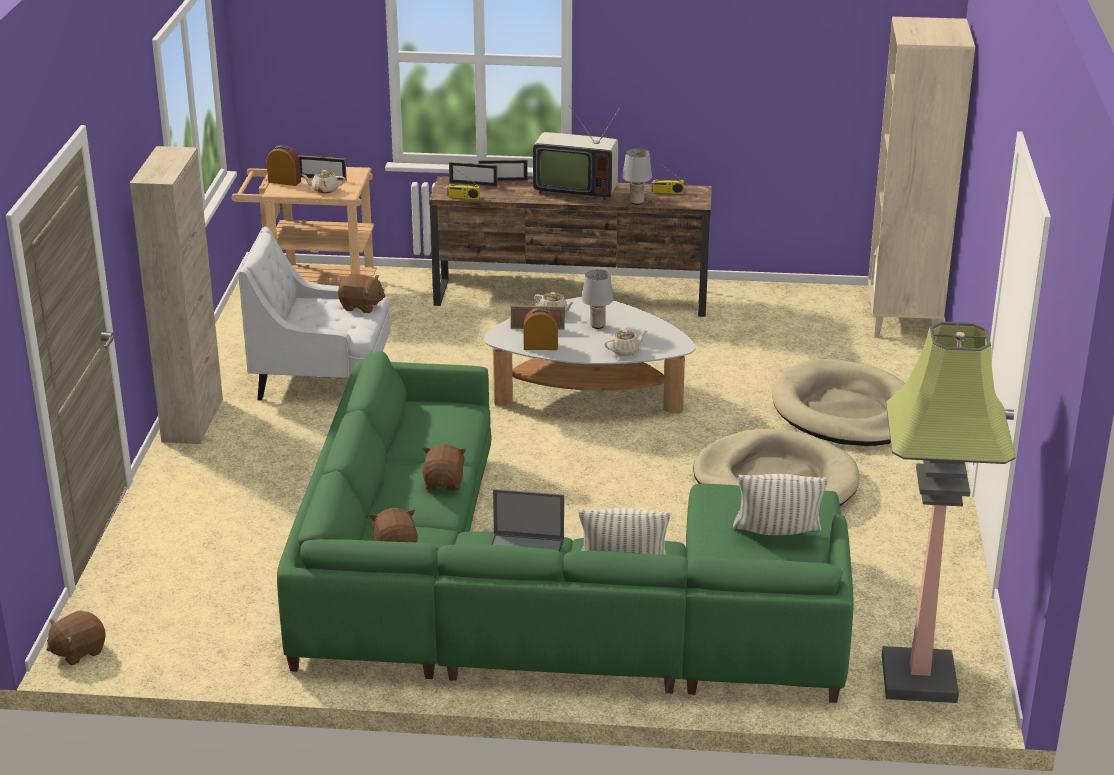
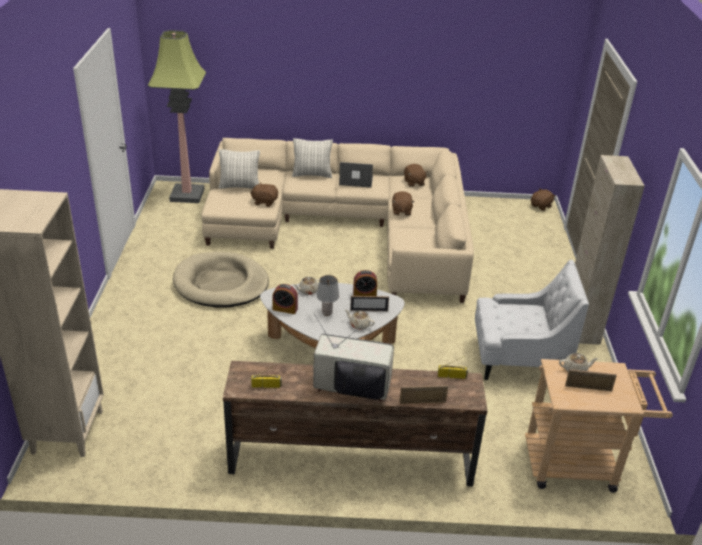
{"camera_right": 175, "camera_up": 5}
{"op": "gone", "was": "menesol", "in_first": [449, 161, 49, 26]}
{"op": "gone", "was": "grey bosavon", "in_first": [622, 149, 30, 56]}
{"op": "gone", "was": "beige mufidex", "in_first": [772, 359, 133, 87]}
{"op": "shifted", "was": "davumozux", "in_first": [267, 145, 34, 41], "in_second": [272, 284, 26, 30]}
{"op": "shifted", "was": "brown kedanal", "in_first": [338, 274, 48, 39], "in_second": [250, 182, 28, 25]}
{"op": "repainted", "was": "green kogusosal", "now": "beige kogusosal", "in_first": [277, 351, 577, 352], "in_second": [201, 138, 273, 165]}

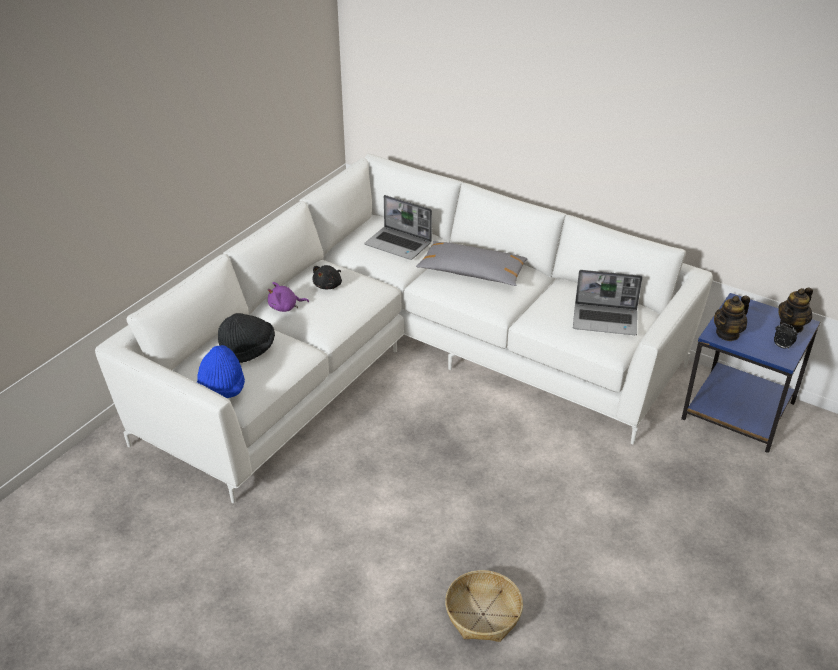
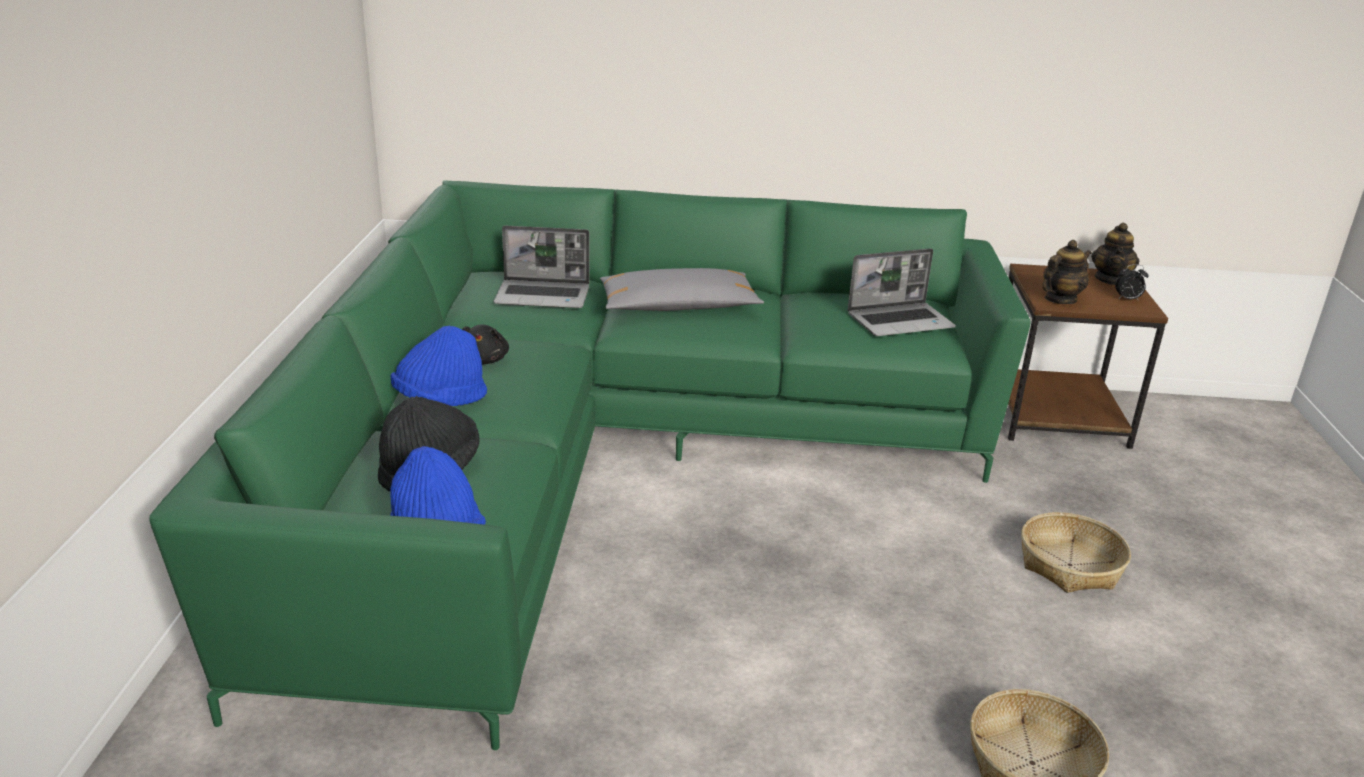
{"camera_right": -30, "camera_up": -10}
{"op": "new", "now": "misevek", "in_second": [1021, 512, 110, 81]}
{"op": "swapped", "was": "purple kedanal", "now": "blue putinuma", "in_first": [268, 282, 41, 30], "in_second": [391, 326, 96, 80]}
{"op": "repainted", "was": "white kogusosal", "now": "green kogusosal", "in_first": [95, 154, 618, 349], "in_second": [149, 180, 882, 570]}
{"op": "repainted", "was": "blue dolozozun", "now": "brown dolozozun", "in_first": [681, 293, 139, 160], "in_second": [1008, 264, 160, 185]}
{"op": "rotated", "was": "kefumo", "in_first": [714, 295, 36, 46], "in_second": [1043, 240, 49, 64], "clockwise": -150}

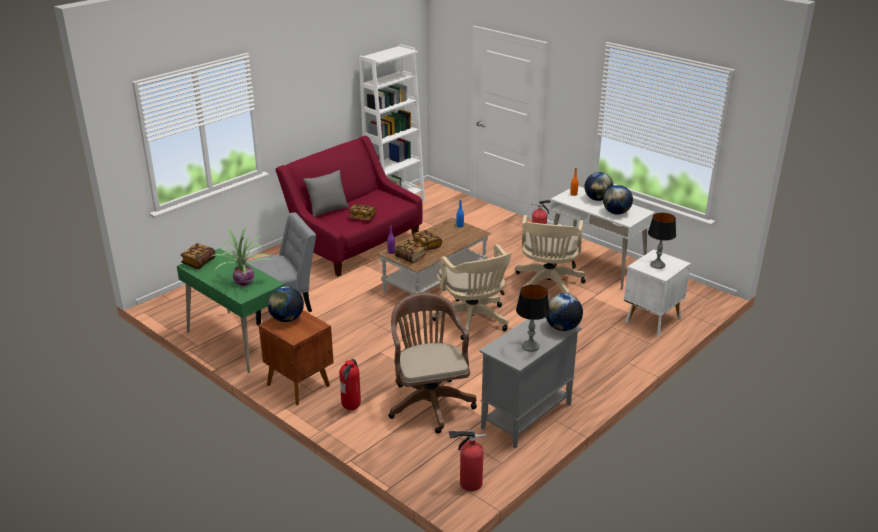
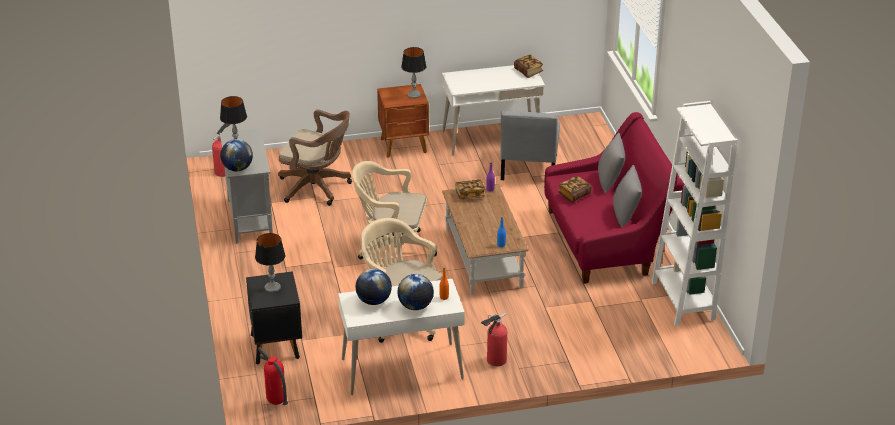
{"camera_right": 125, "camera_up": 5}
{"op": "gone", "was": "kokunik", "in_first": [212, 226, 61, 60]}
{"op": "gone", "was": "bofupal", "in_first": [412, 230, 30, 20]}
{"op": "new", "now": "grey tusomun", "in_second": [613, 165, 29, 62]}
{"op": "shifted", "was": "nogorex", "in_first": [339, 359, 22, 51], "in_second": [257, 347, 31, 58]}
{"op": "swapped", "was": "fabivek", "now": "bosavon", "in_first": [267, 286, 37, 36], "in_second": [401, 47, 25, 51]}
{"op": "repainted", "was": "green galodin", "now": "white galodin", "in_first": [177, 248, 108, 125], "in_second": [442, 65, 103, 90]}
{"op": "repainted", "was": "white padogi", "now": "black padogi", "in_first": [624, 249, 67, 87], "in_second": [246, 271, 56, 93]}

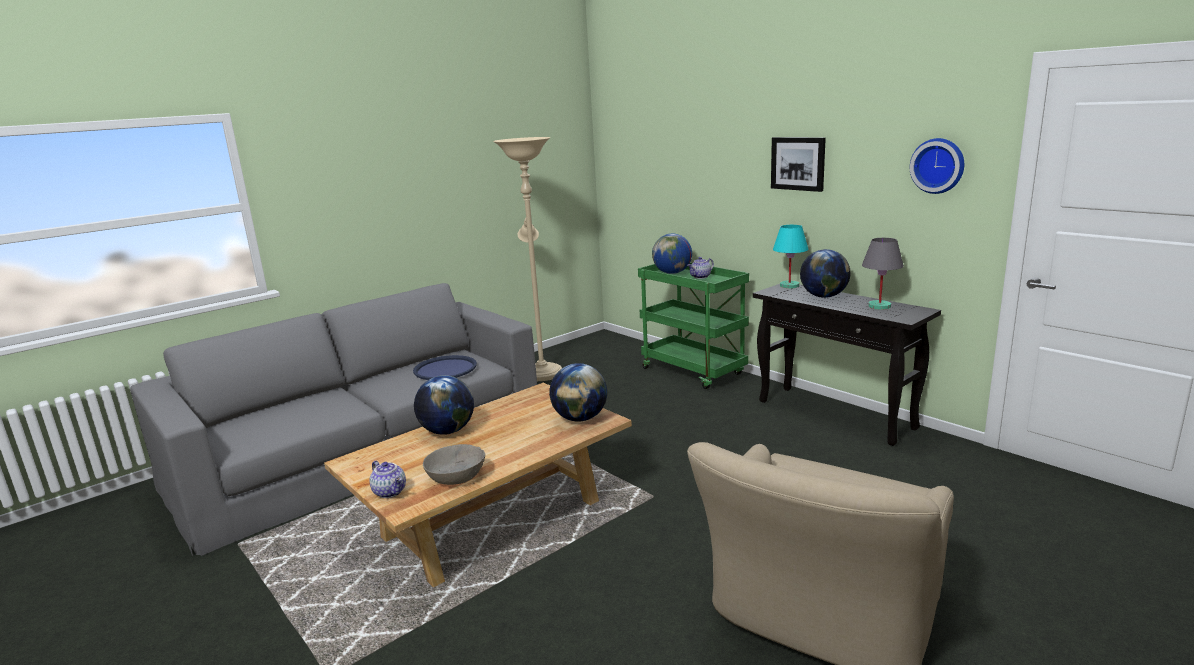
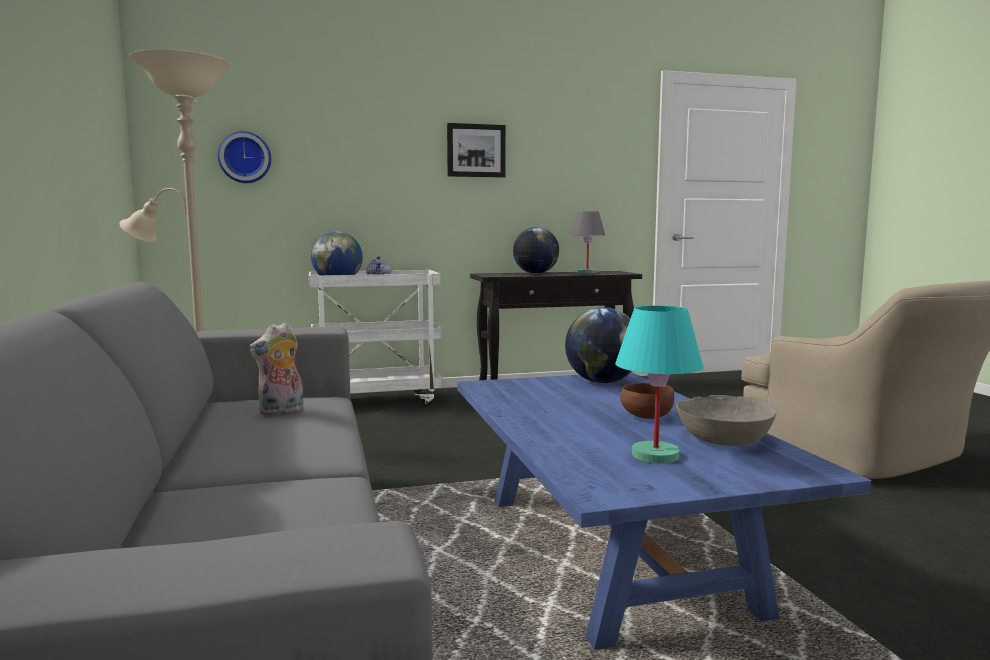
{"camera_right": -65, "camera_up": -10}
{"op": "gone", "was": "kefumo", "in_first": [370, 461, 36, 37]}
{"op": "gone", "was": "fabivek", "in_first": [414, 375, 60, 60]}
{"op": "new", "now": "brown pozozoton", "in_second": [620, 383, 54, 36]}
{"op": "shifted", "was": "turquoise bosavon", "in_first": [773, 225, 36, 63], "in_second": [615, 306, 88, 158]}
{"op": "shifted", "was": "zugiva", "in_first": [910, 138, 54, 56], "in_second": [218, 131, 53, 52]}
{"op": "swapped", "was": "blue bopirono", "now": "kedanal", "in_first": [413, 355, 64, 25], "in_second": [249, 323, 55, 93]}
{"op": "repainted", "was": "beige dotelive", "now": "blue dotelive", "in_first": [324, 383, 308, 204], "in_second": [457, 372, 414, 278]}
{"op": "repainted", "was": "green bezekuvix", "now": "white bezekuvix", "in_first": [638, 263, 111, 126], "in_second": [309, 270, 133, 136]}

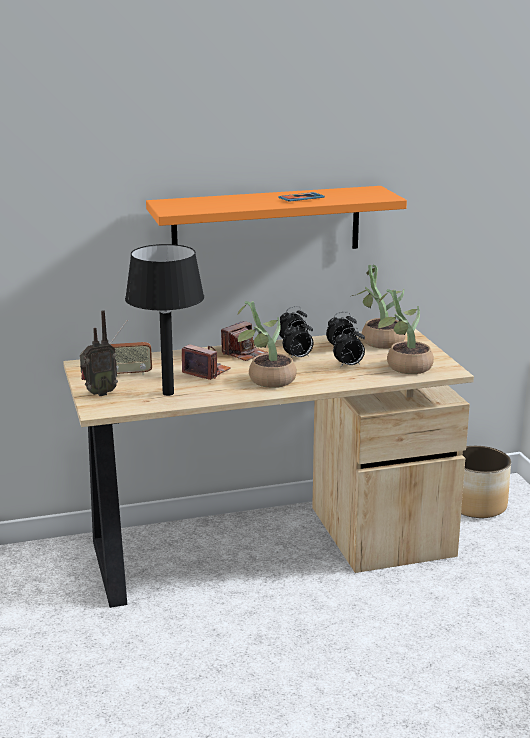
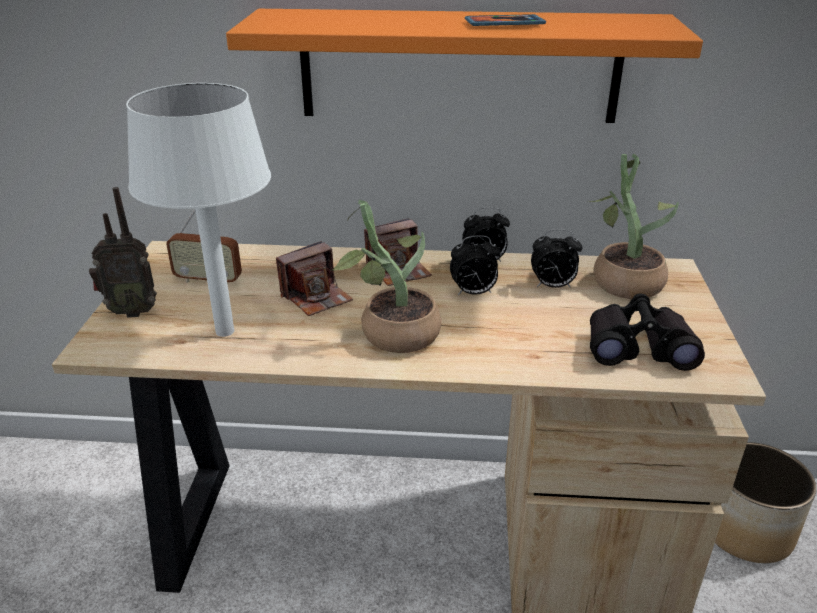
{"camera_right": 20, "camera_up": 10}
{"op": "gone", "was": "davumozux", "in_first": [333, 327, 32, 41]}
{"op": "swapped", "was": "kokunik", "now": "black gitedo", "in_first": [378, 289, 56, 85], "in_second": [590, 293, 115, 78]}
{"op": "repainted", "was": "black bosavon", "now": "white bosavon", "in_first": [125, 244, 79, 152], "in_second": [126, 83, 145, 254]}
{"op": "rotated", "was": "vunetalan", "in_first": [182, 344, 49, 36], "in_second": [276, 241, 77, 75], "clockwise": 90}

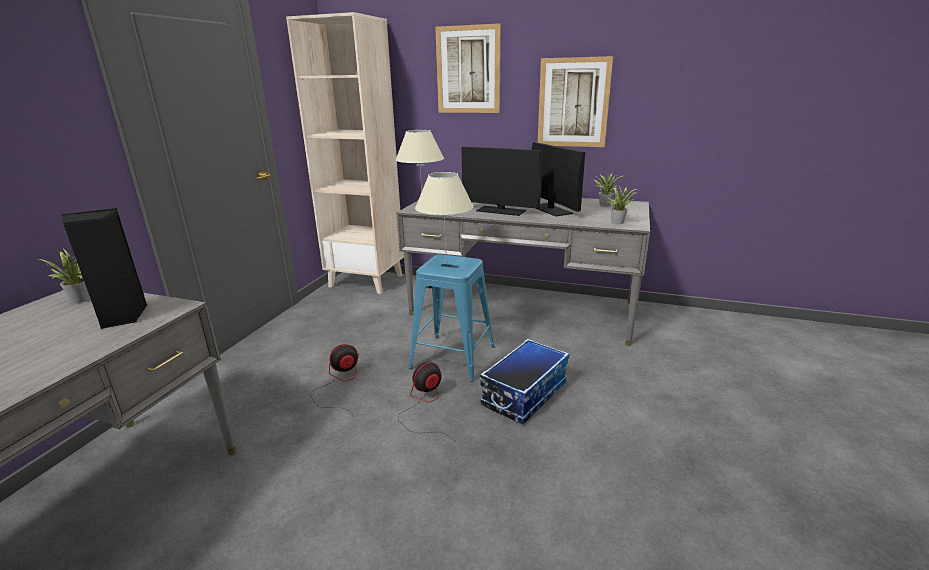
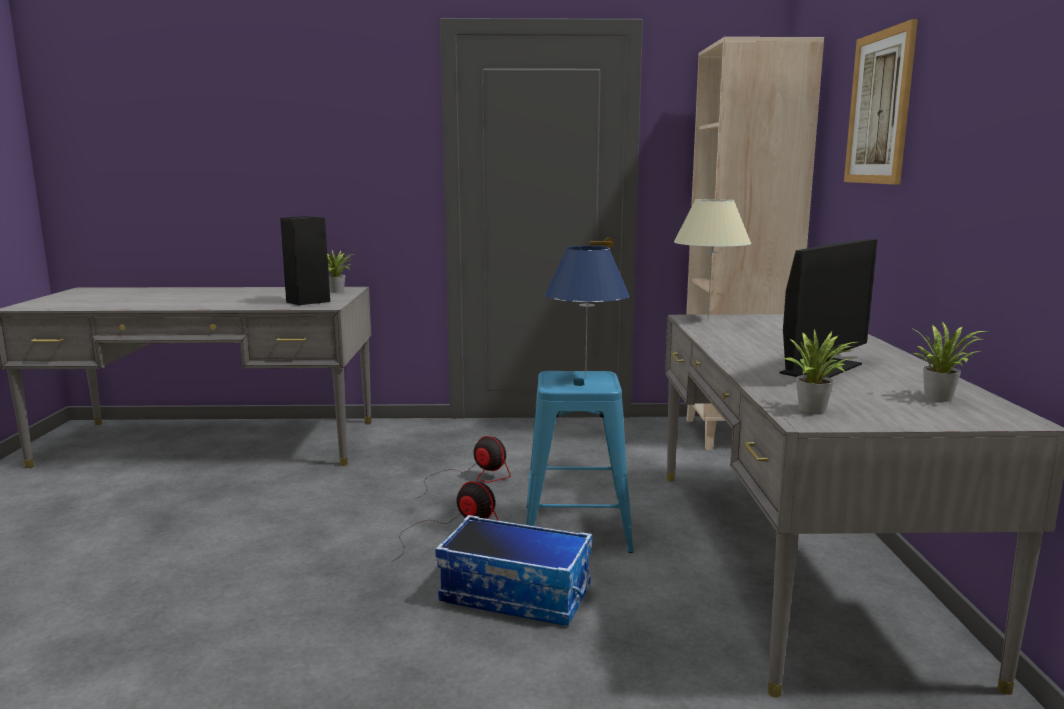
{"camera_right": 70, "camera_up": -10}
{"op": "gone", "was": "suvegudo", "in_first": [461, 147, 81, 69]}
{"op": "gone", "was": "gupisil", "in_first": [538, 56, 75, 91]}
{"op": "repainted", "was": "beige bosavon", "now": "blue bosavon", "in_first": [415, 172, 58, 91], "in_second": [545, 246, 85, 133]}

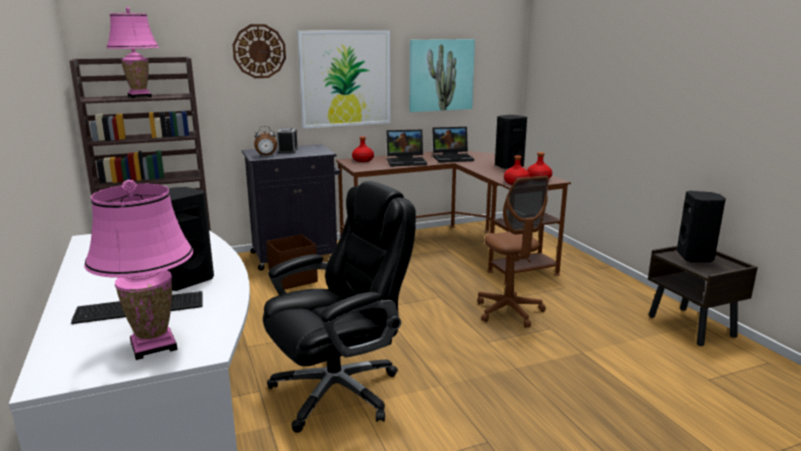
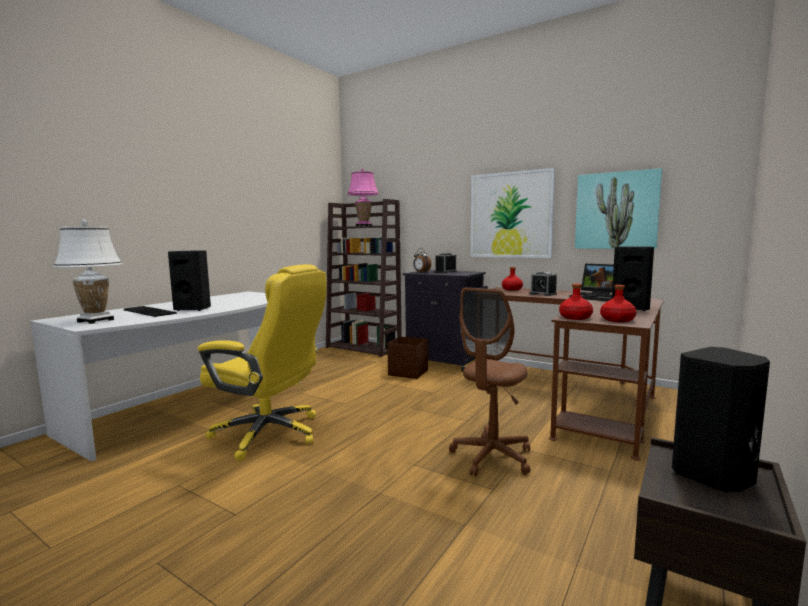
{"camera_right": 55, "camera_up": -10}
{"op": "gone", "was": "zugiva", "in_first": [232, 24, 54, 54]}
{"op": "swapped", "was": "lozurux", "now": "davumozux", "in_first": [386, 130, 41, 36], "in_second": [530, 272, 27, 24]}
{"op": "repainted", "was": "pink bosavon", "now": "white bosavon", "in_first": [84, 180, 109, 180], "in_second": [53, 220, 69, 104]}
{"op": "repainted", "was": "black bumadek", "now": "yellow bumadek", "in_first": [263, 181, 153, 252], "in_second": [197, 264, 130, 197]}

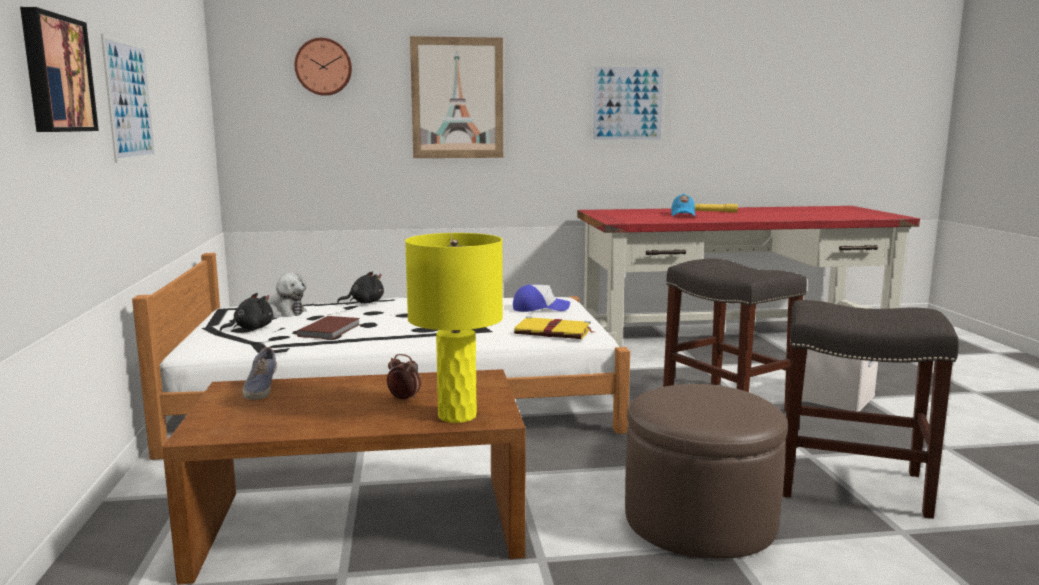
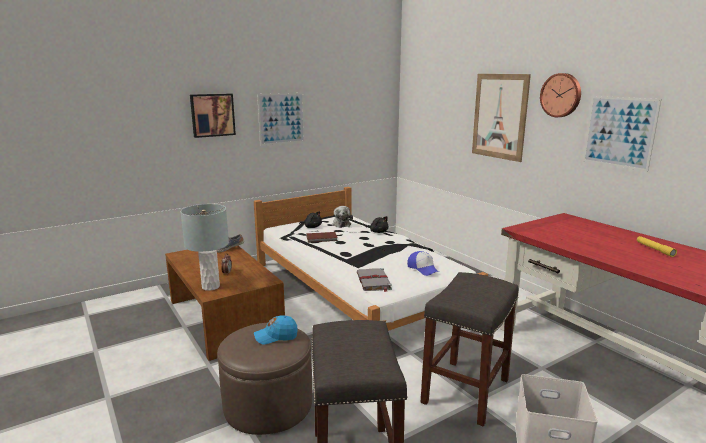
{"camera_right": 65, "camera_up": 5}
{"op": "shifted", "was": "zugiva", "in_first": [294, 38, 58, 58], "in_second": [540, 73, 41, 44]}
{"op": "shifted", "was": "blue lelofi", "in_first": [671, 194, 24, 22], "in_second": [254, 315, 43, 30]}
{"op": "repainted", "was": "yellow bosavon", "now": "grey bosavon", "in_first": [405, 233, 98, 190], "in_second": [181, 204, 48, 87]}
{"op": "repainted", "was": "yellow bofupal", "now": "grey bofupal", "in_first": [514, 316, 81, 23], "in_second": [357, 268, 35, 24]}

